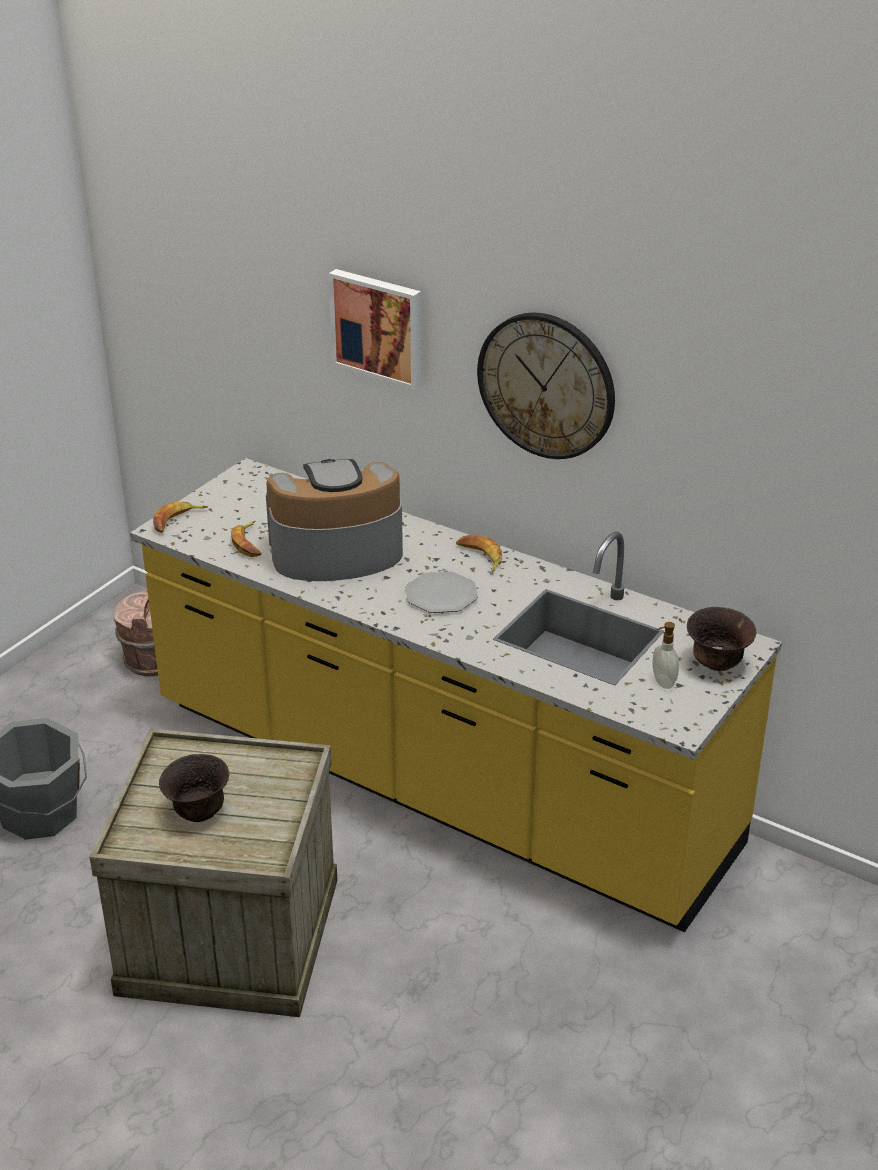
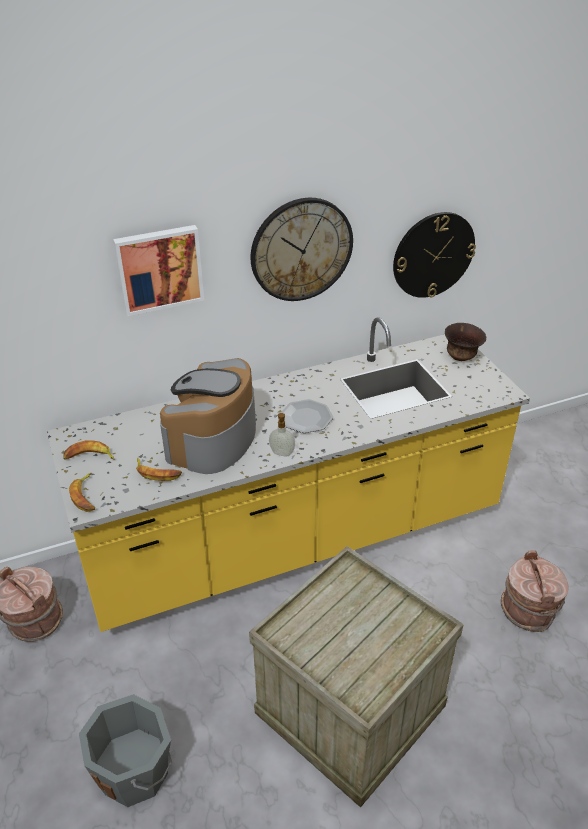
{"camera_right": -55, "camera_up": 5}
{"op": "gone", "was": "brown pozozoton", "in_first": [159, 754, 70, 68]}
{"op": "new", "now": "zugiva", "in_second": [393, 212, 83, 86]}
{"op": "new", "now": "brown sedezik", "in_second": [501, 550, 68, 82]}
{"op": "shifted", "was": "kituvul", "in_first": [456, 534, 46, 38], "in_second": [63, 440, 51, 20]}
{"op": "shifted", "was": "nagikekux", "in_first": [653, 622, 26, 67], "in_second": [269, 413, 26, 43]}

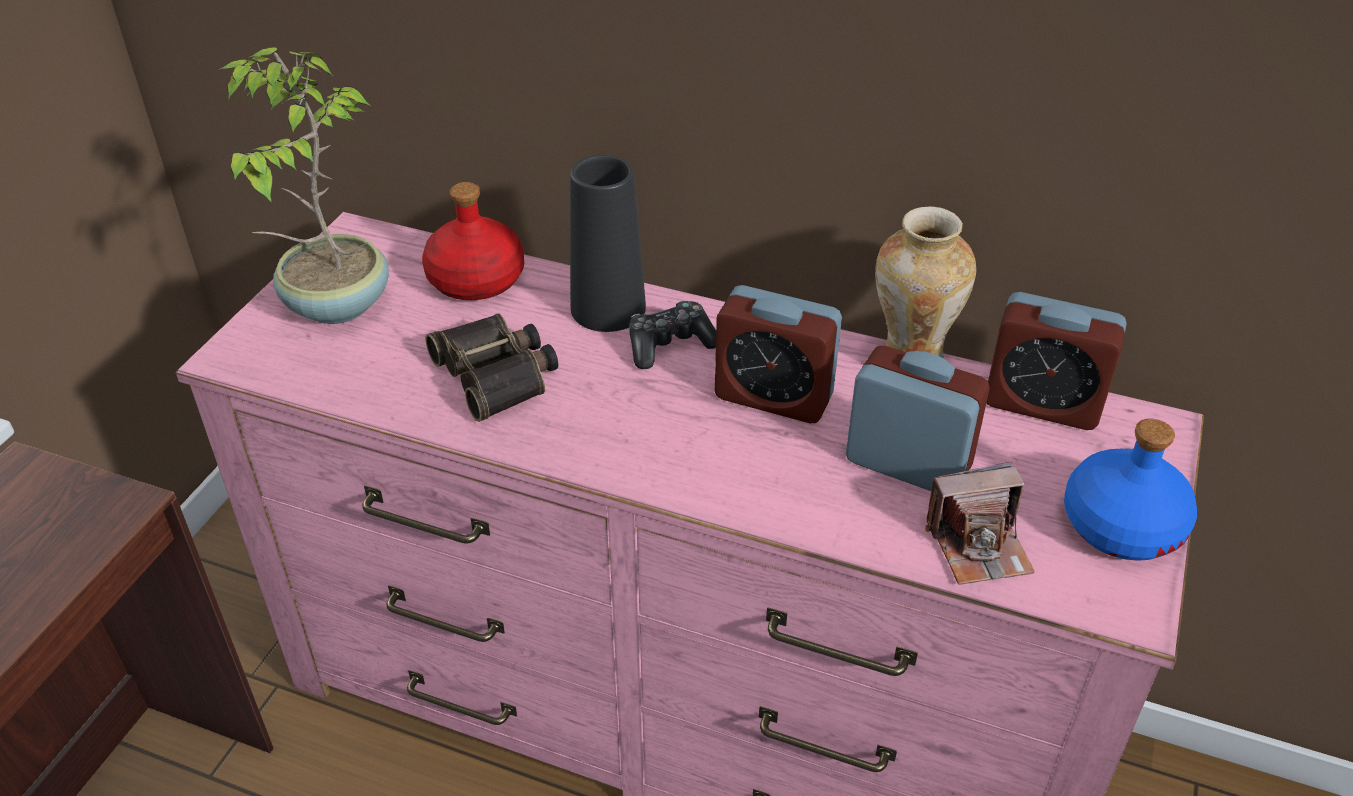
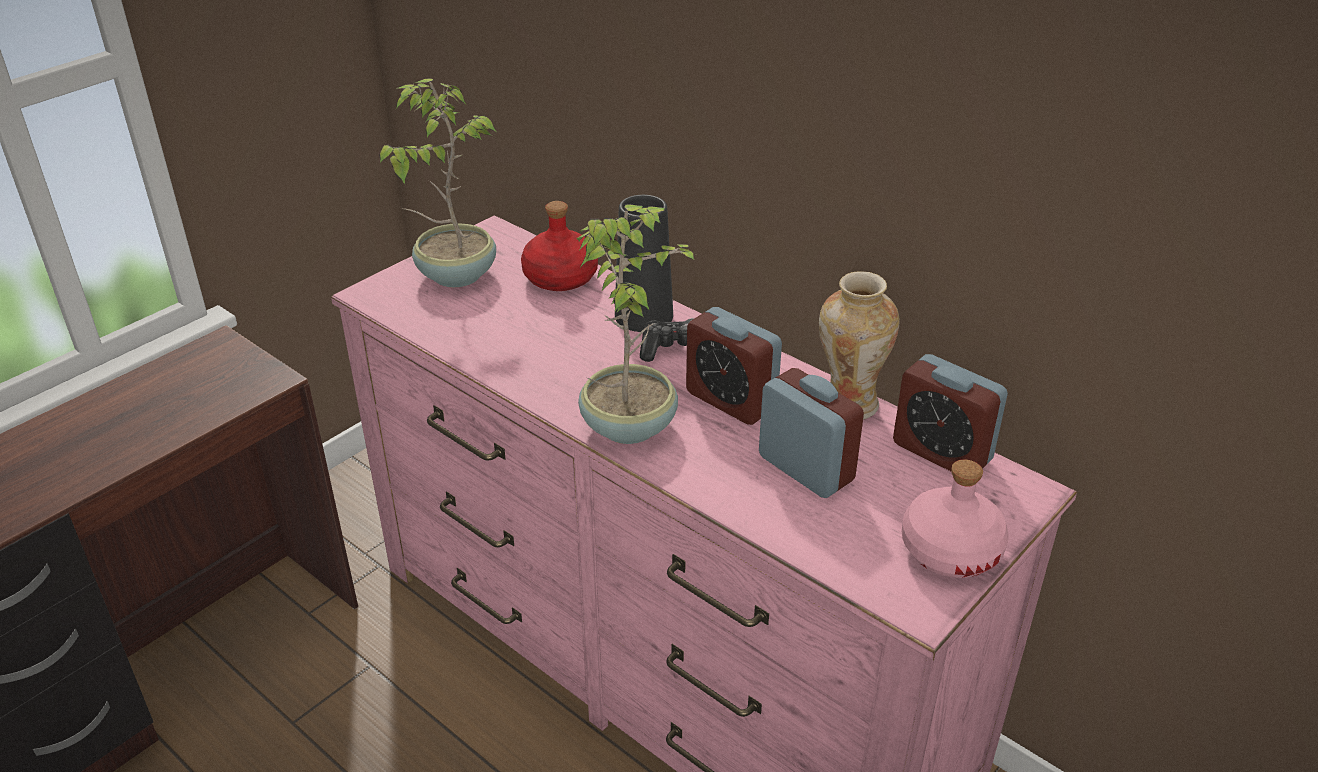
{"camera_right": 20, "camera_up": -5}
{"op": "gone", "was": "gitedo", "in_first": [426, 313, 132, 109]}
{"op": "gone", "was": "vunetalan", "in_first": [925, 462, 110, 123]}
{"op": "new", "now": "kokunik", "in_second": [577, 204, 117, 240]}
{"op": "repainted", "was": "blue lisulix", "now": "pink lisulix", "in_first": [1064, 419, 133, 142], "in_second": [902, 460, 107, 118]}

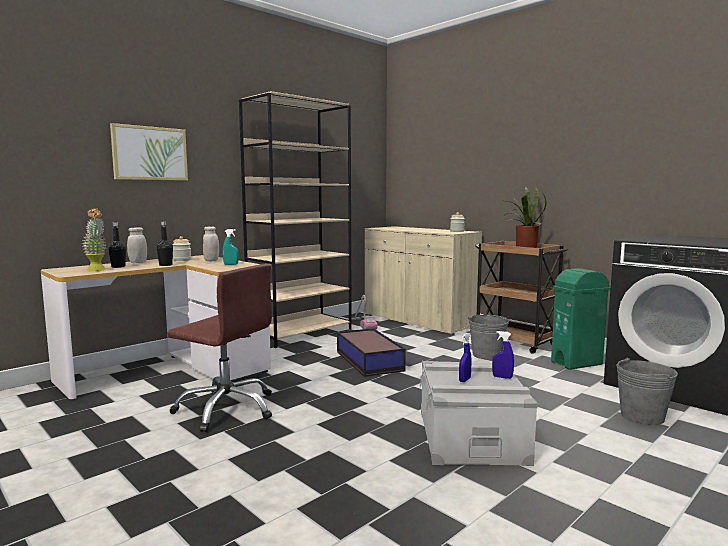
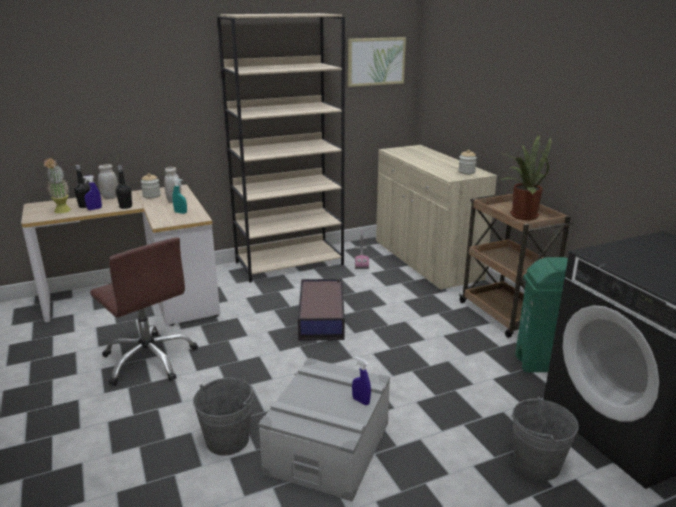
{"camera_right": 20, "camera_up": 15}
{"op": "shifted", "was": "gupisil", "in_first": [110, 123, 78, 58], "in_second": [348, 37, 58, 50]}
{"op": "shifted", "was": "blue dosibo", "in_first": [459, 333, 13, 49], "in_second": [83, 175, 19, 35]}
{"op": "shifted", "was": "grey sedezik", "in_first": [468, 314, 41, 46], "in_second": [193, 378, 61, 78]}

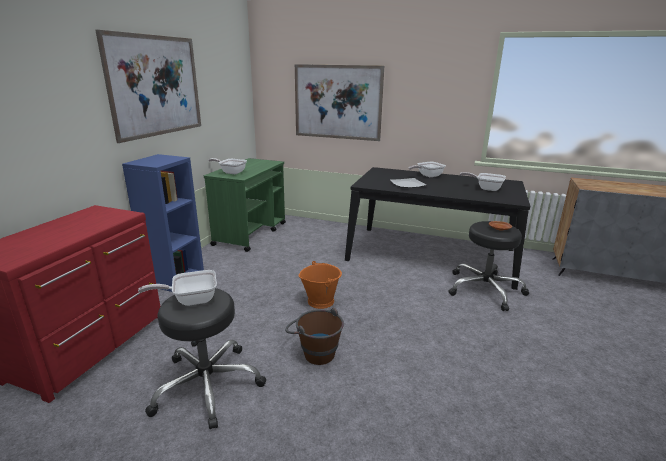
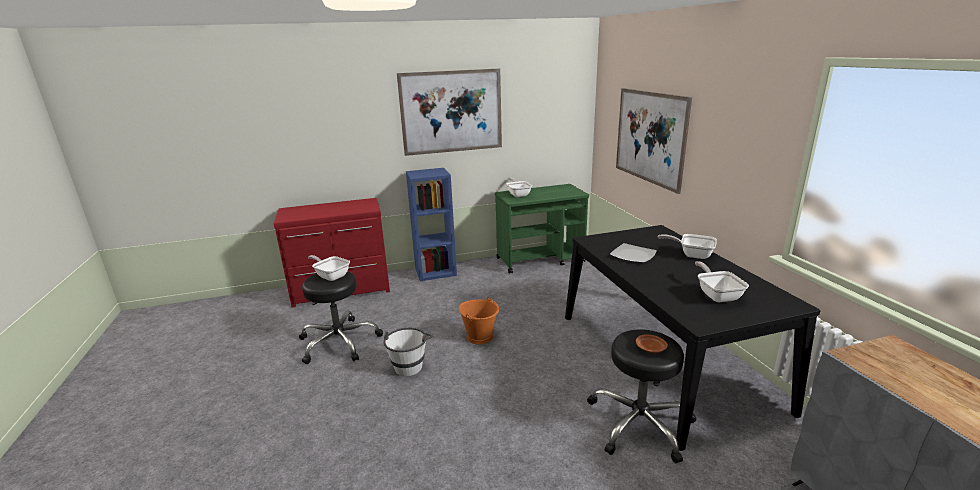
{"camera_right": 55, "camera_up": 0}
{"op": "repainted", "was": "brown sedezik", "now": "white sedezik", "in_first": [285, 308, 59, 57], "in_second": [384, 328, 48, 48]}

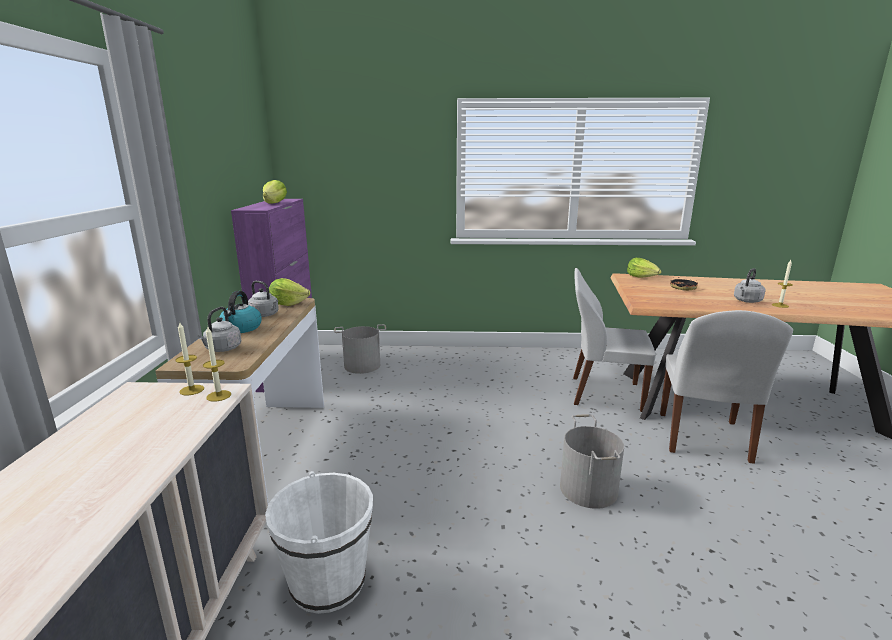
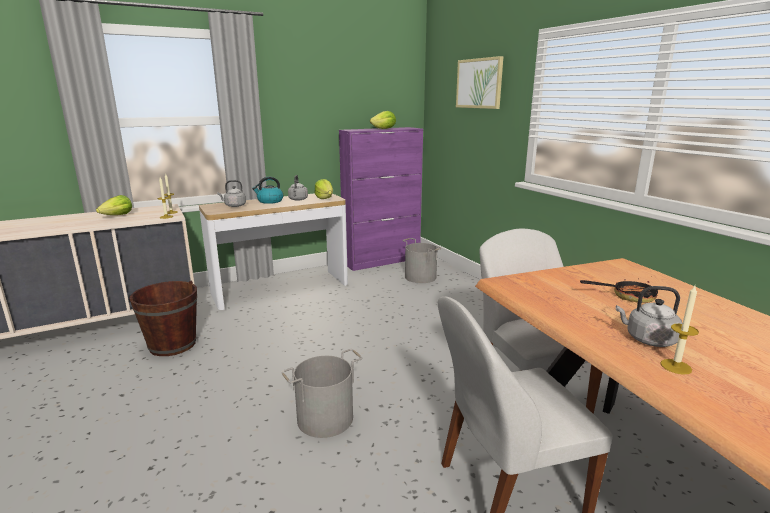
{"camera_right": 60, "camera_up": 0}
{"op": "new", "now": "gupisil", "in_second": [456, 56, 48, 53]}
{"op": "shifted", "was": "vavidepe", "in_first": [627, 258, 35, 20], "in_second": [96, 195, 36, 20]}
{"op": "repainted", "was": "white sedezik", "now": "brown sedezik", "in_first": [265, 471, 108, 143], "in_second": [129, 281, 68, 75]}

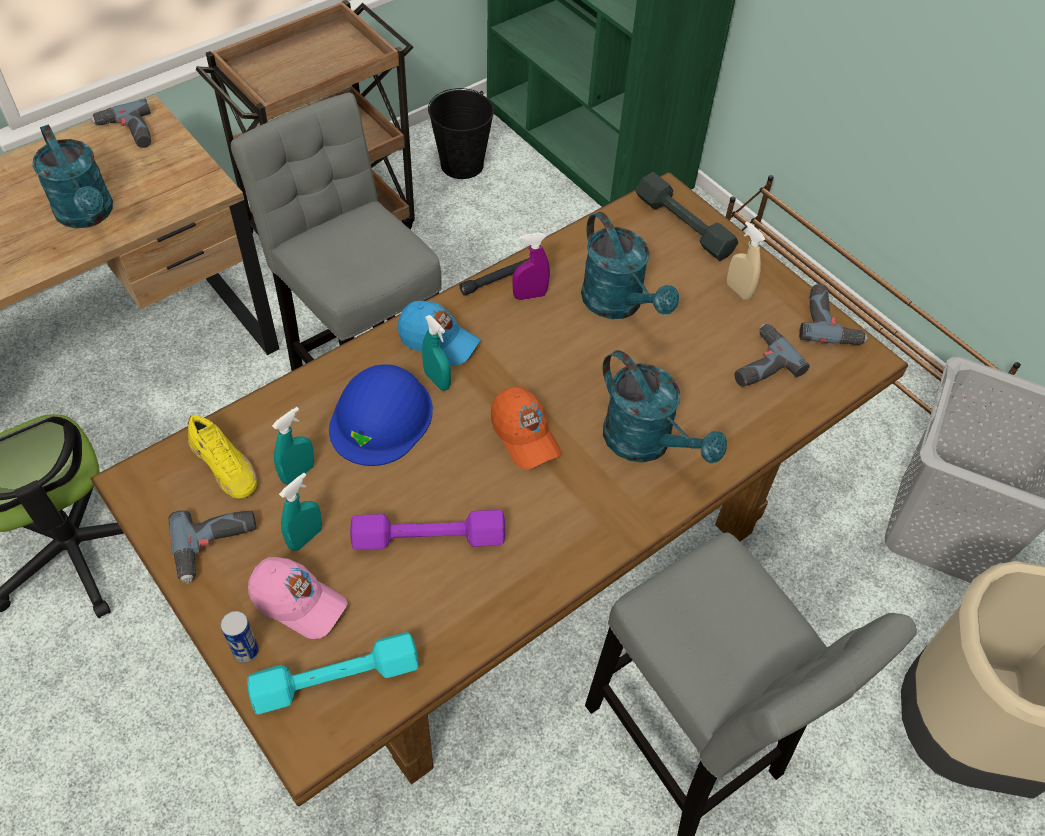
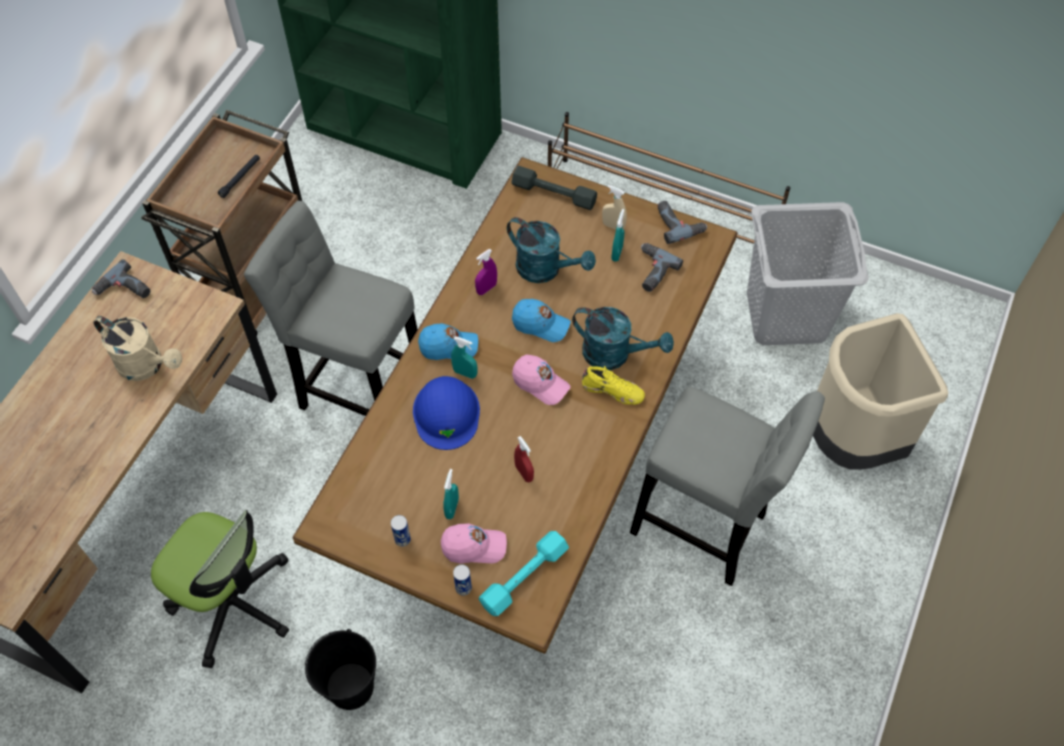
{"camera_right": -25, "camera_up": 5}
{"op": "new", "now": "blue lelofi", "in_second": [512, 299, 59, 43]}
{"op": "shifted", "was": "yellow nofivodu", "in_first": [188, 415, 69, 83], "in_second": [582, 366, 63, 39]}
{"op": "shifted", "was": "turquoise dosibo", "in_first": [272, 407, 42, 78], "in_second": [612, 209, 12, 53]}
{"op": "shifted", "was": "black sedezik", "in_first": [428, 88, 66, 91], "in_second": [305, 629, 71, 81]}
{"op": "shifted", "was": "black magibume", "in_first": [459, 258, 71, 38], "in_second": [218, 155, 42, 43]}
{"op": "swapped", "was": "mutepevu", "now": "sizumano", "in_first": [168, 510, 88, 73], "in_second": [391, 515, 20, 32]}
{"op": "swapped", "was": "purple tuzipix", "now": "red dosibo", "in_first": [350, 510, 155, 40], "in_second": [514, 436, 20, 46]}
{"op": "repainted", "was": "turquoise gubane", "now": "beige gubane", "in_first": [32, 125, 81, 103], "in_second": [93, 316, 90, 65]}
{"op": "repainted", "was": "orange lelofi", "now": "pink lelofi", "in_first": [491, 387, 70, 82], "in_second": [512, 354, 59, 51]}

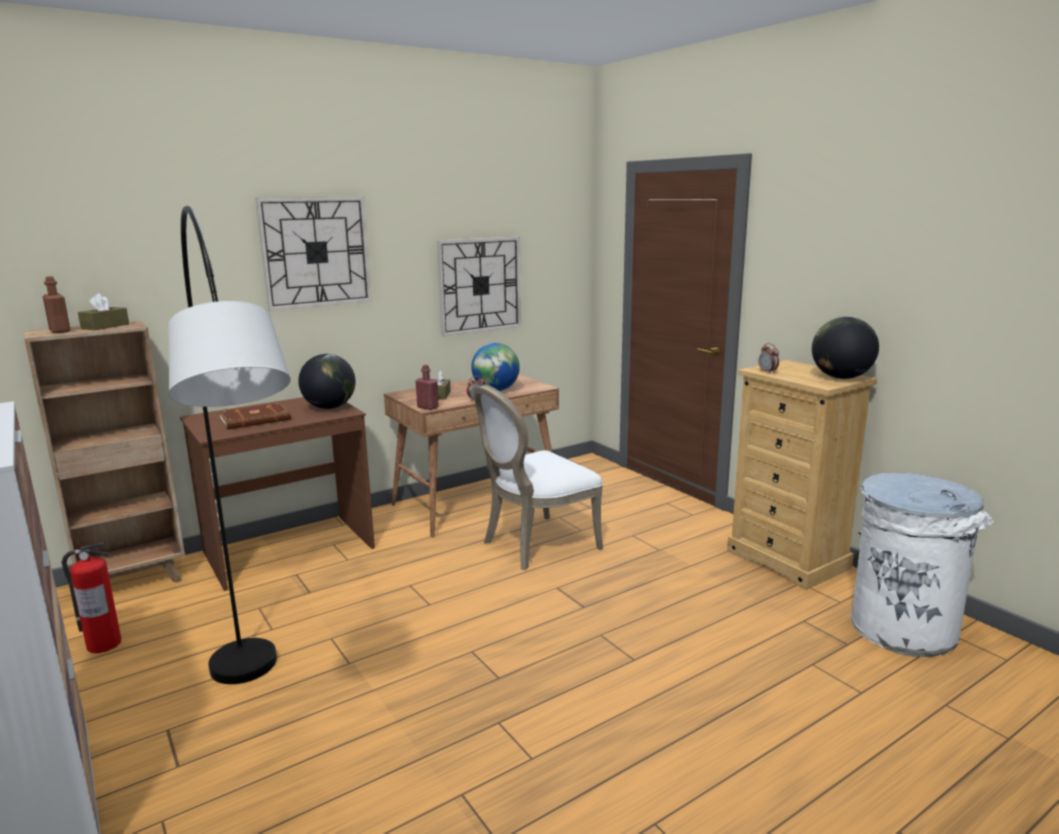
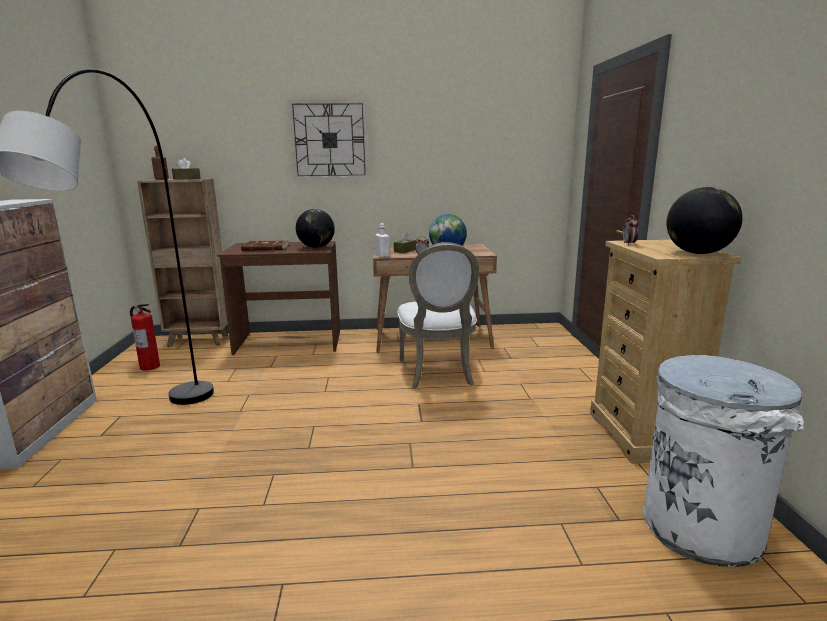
{"camera_right": 30, "camera_up": 0}
{"op": "gone", "was": "zugiva", "in_first": [437, 237, 84, 100]}
{"op": "repainted", "was": "red lisulix", "now": "white lisulix", "in_first": [415, 365, 24, 45], "in_second": [375, 223, 15, 34]}
{"op": "rotated", "was": "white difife", "in_first": [473, 384, 130, 186], "in_second": [397, 242, 82, 146], "clockwise": -90}

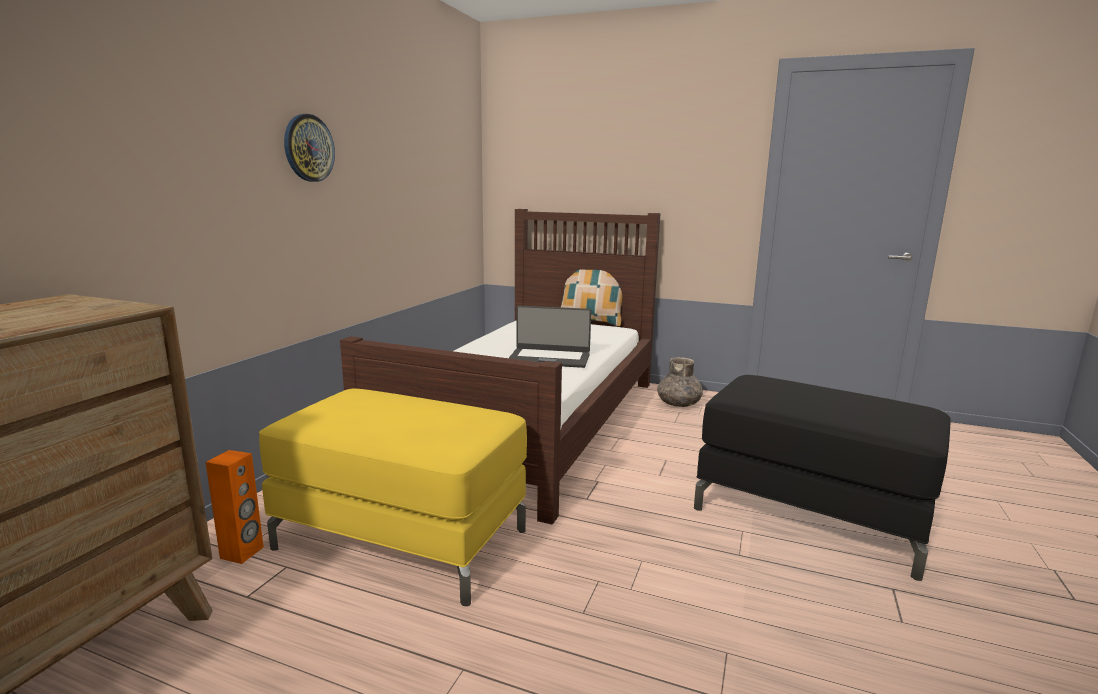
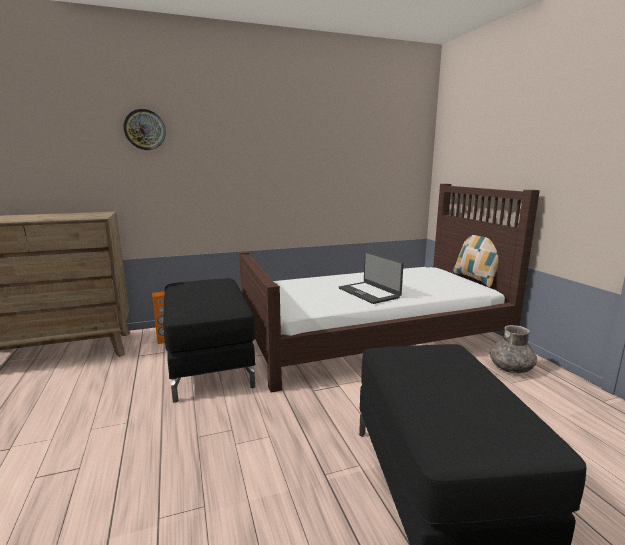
{"camera_right": 50, "camera_up": 0}
{"op": "shifted", "was": "zugiva", "in_first": [284, 114, 51, 68], "in_second": [124, 109, 42, 41]}
{"op": "repainted", "was": "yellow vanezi", "now": "black vanezi", "in_first": [259, 389, 268, 217], "in_second": [163, 278, 93, 125]}

